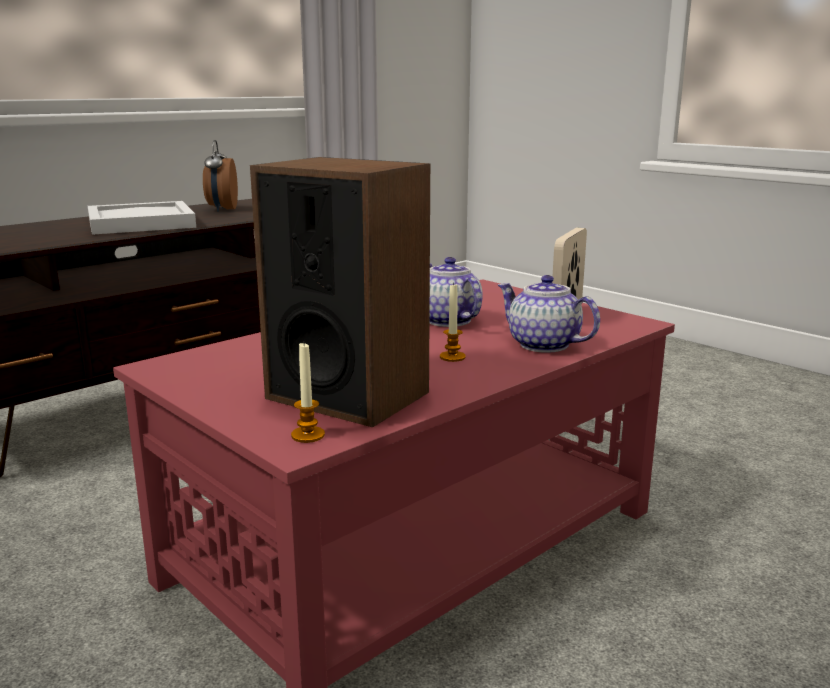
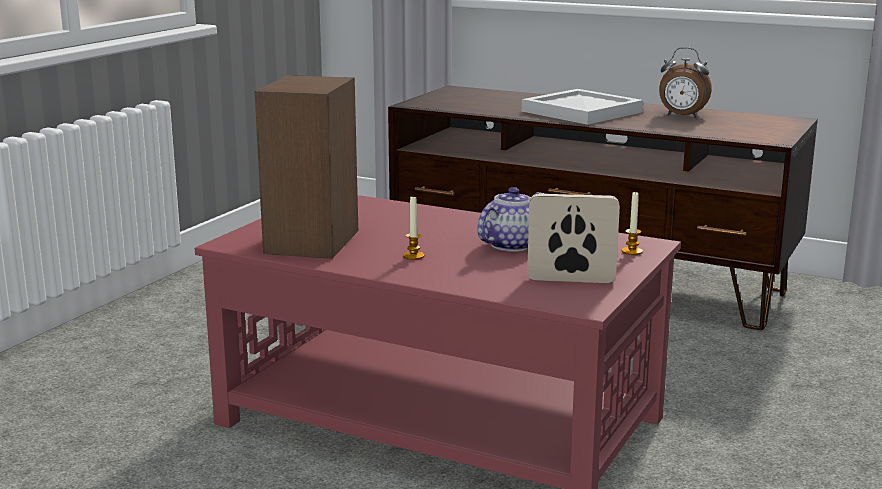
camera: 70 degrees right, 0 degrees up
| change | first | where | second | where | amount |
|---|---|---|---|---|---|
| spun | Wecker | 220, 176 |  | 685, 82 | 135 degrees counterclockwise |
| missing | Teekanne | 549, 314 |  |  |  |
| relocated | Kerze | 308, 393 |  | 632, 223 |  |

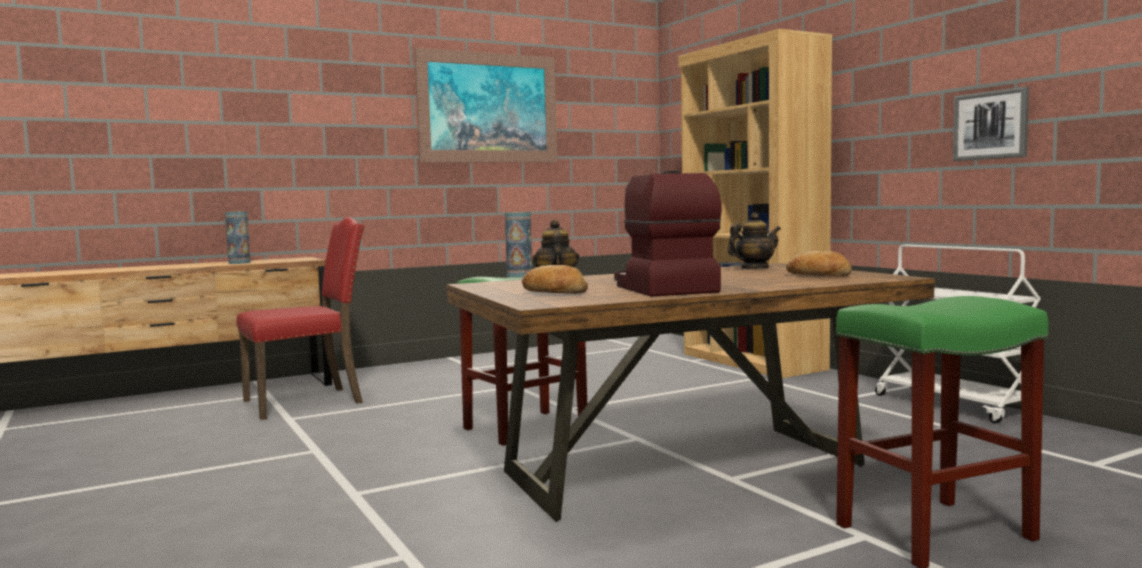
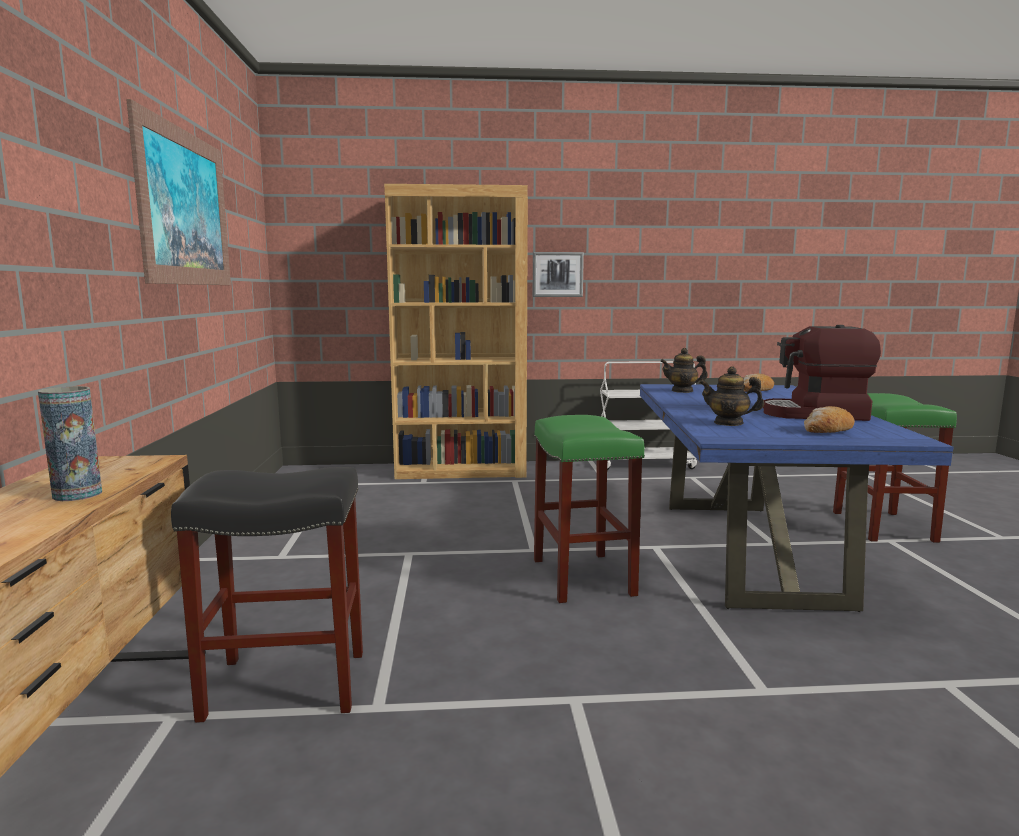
camera: 65 degrees left, 5 degrees up
| change | first | where | second | where | amount |
|---|---|---|---|---|---|
| relocated | Bild | 991, 124 |  | 558, 274 |  |
| missing | Vase | 518, 245 |  |  |  |
| spun | Teekanne | 754, 241 |  | 684, 370 | 90 degrees counterclockwise |
| exchanged | Stuhl/rot | 300, 318 | Hocker/schwarz | 267, 595 |  |
| colour | Esstisch/braun | 690, 392 | Esstisch/blau | 797, 498 |  |

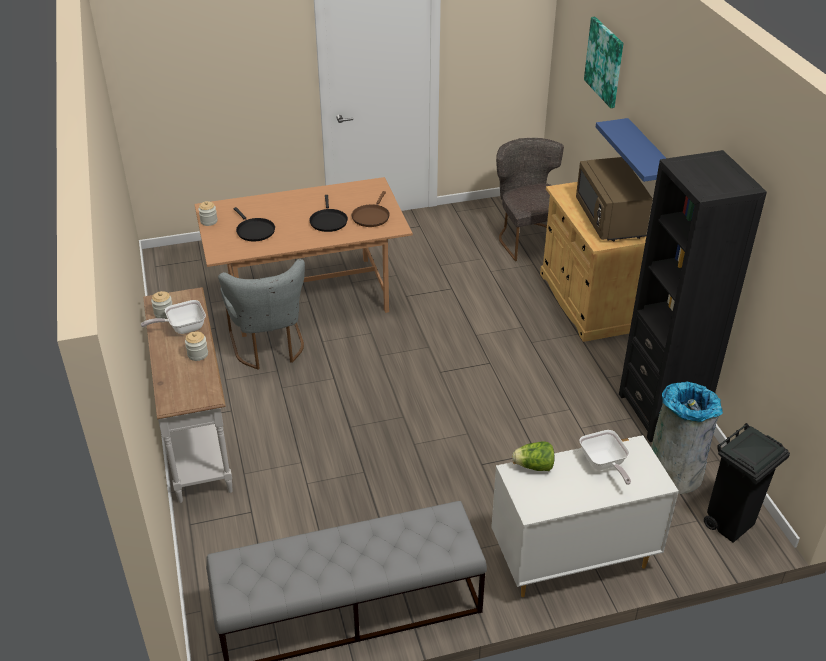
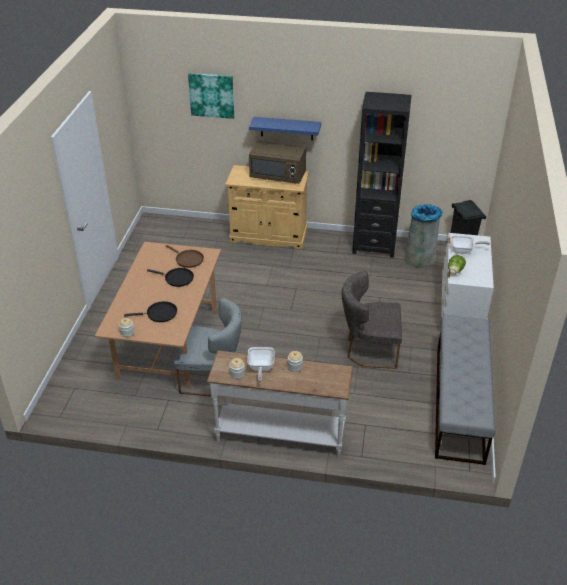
camera: 65 degrees left, 0 degrees up
| change | first | where | second | where | amount |
|---|---|---|---|---|---|
| relocated | Stuhl/grau | 530, 199 |  | 371, 320 |  |

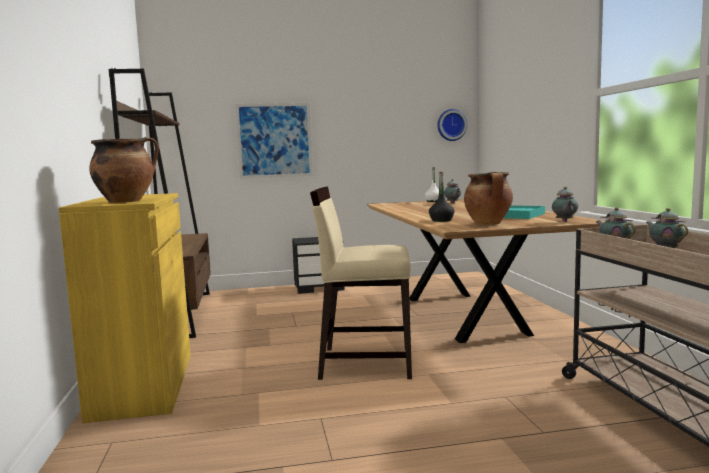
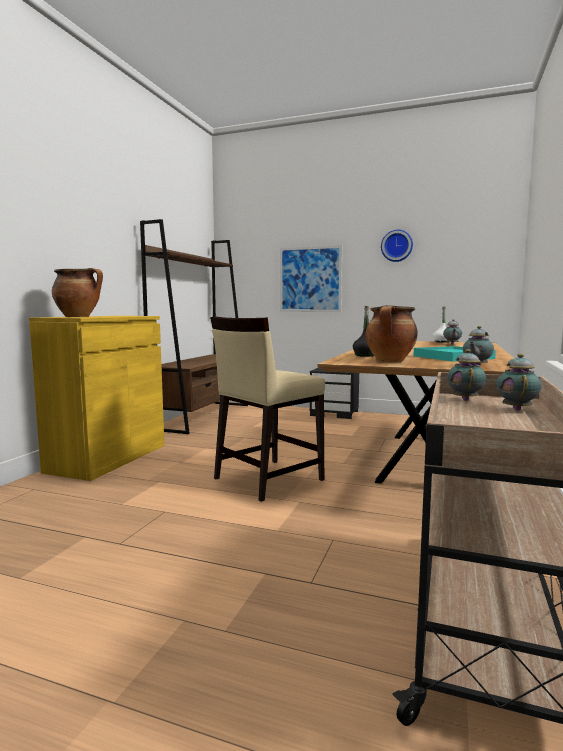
camera: 30 degrees right, 0 degrees up
| change | first | where | second | where | amount |
|---|---|---|---|---|---|
| relocated | Wanduhr | 452, 125 |  | 397, 246 |  |
| spun | Stuhl/beige | 361, 283 |  | 267, 409 | 75 degrees counterclockwise |

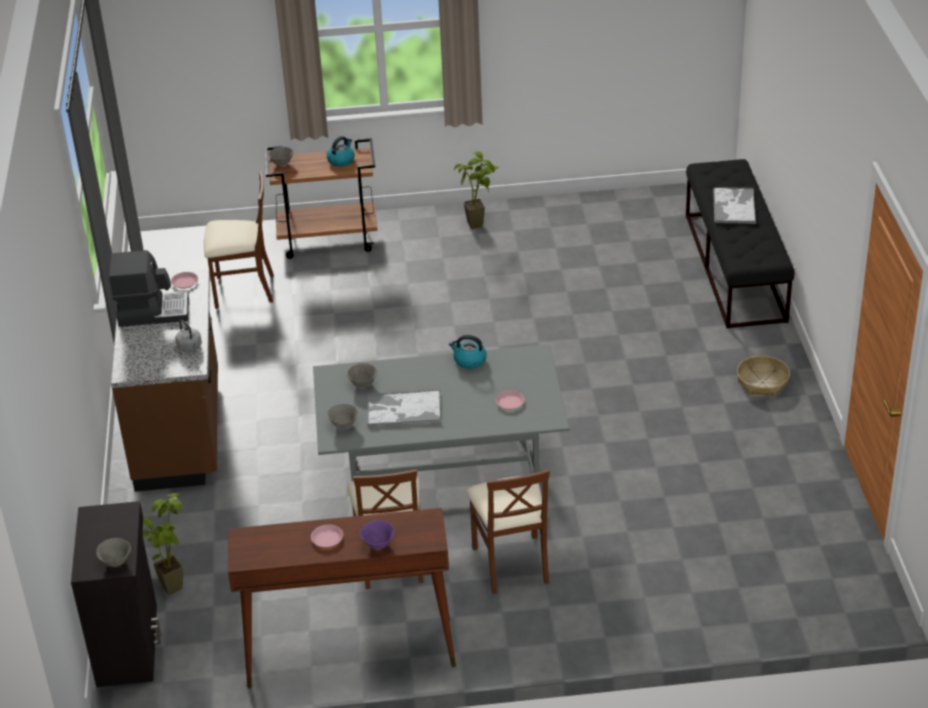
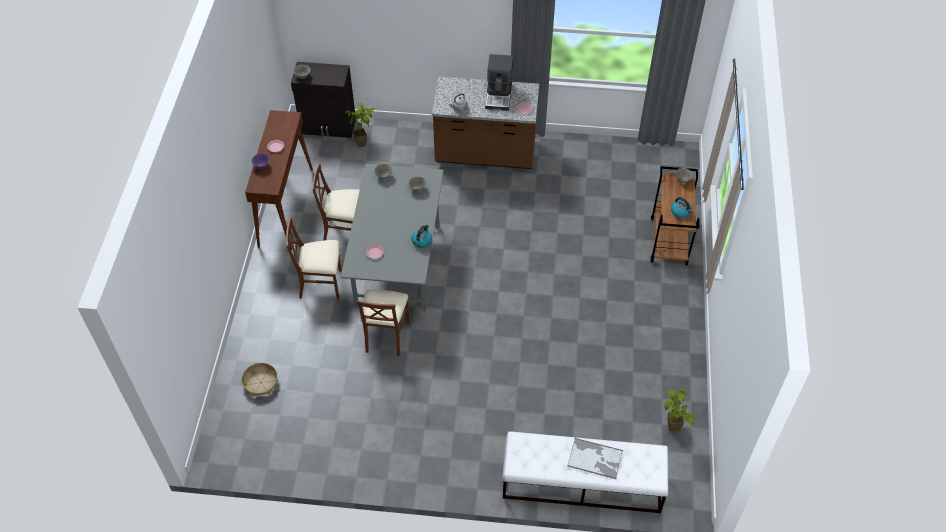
camera: 100 degrees right, 15 degrees up
| change | first | where | second | where | amount |
|---|---|---|---|---|---|
| relocated | Topfpflanze | 476, 190 |  | 680, 409 |  |
| colour | Bank/schwarz | 740, 243 | Bank/weiß | 585, 472 |  |
| relocated | Stuhl/braun | 239, 240 |  | 383, 322 |  |
| relocated | Korb | 763, 375 |  | 259, 379 |  |
| missing | Tablett | 404, 408 |  |  |  |

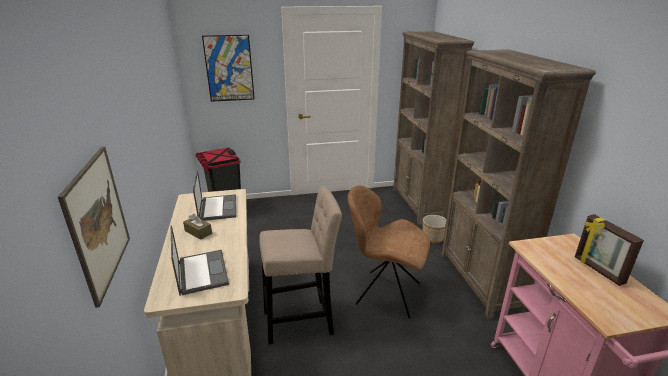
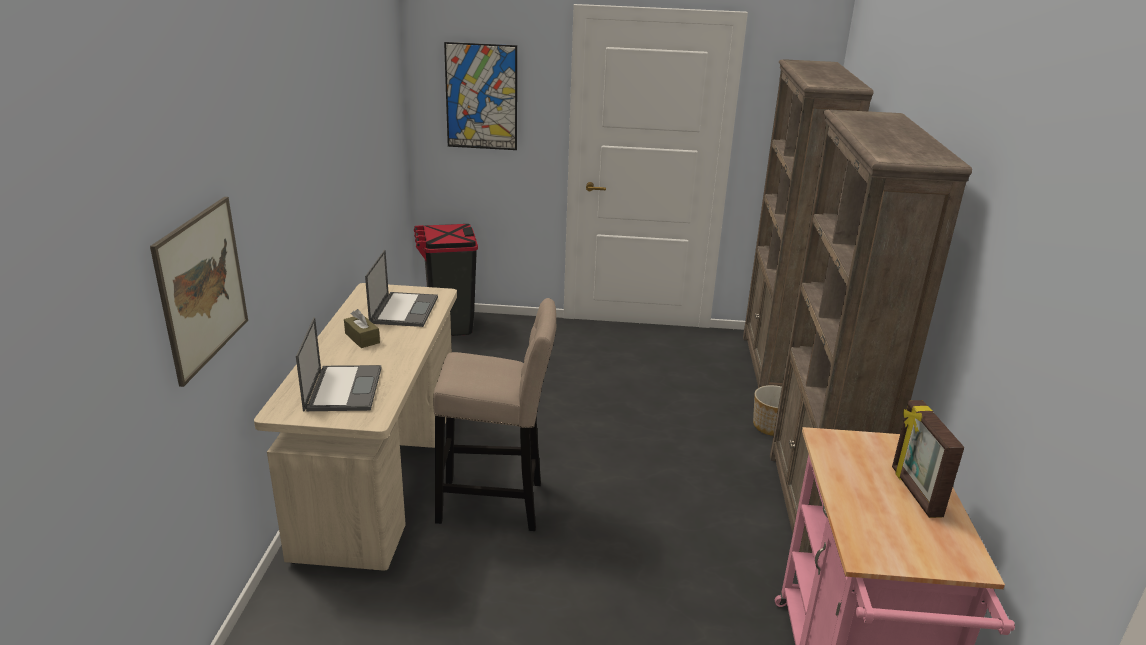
camera: 15 degrees right, 0 degrees up
| change | first | where | second | where | amount |
|---|---|---|---|---|---|
| missing | Stuhl/braun | 389, 251 |  |  |  |

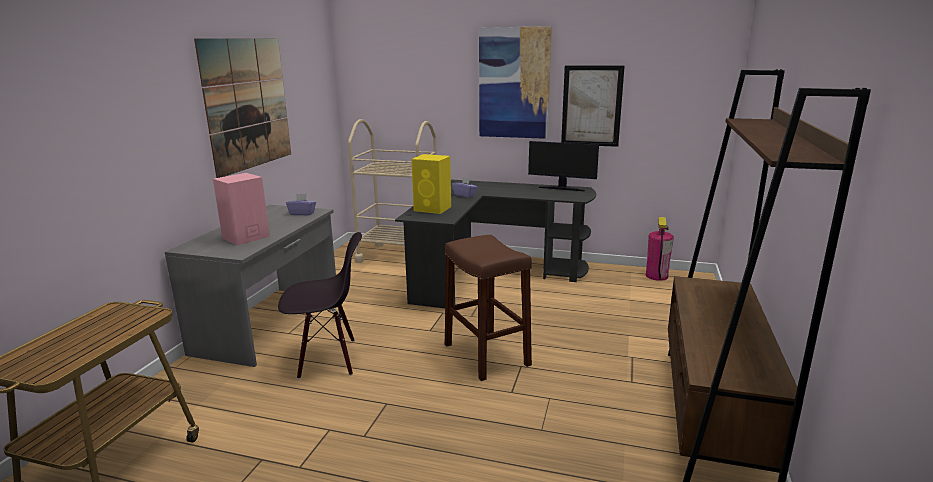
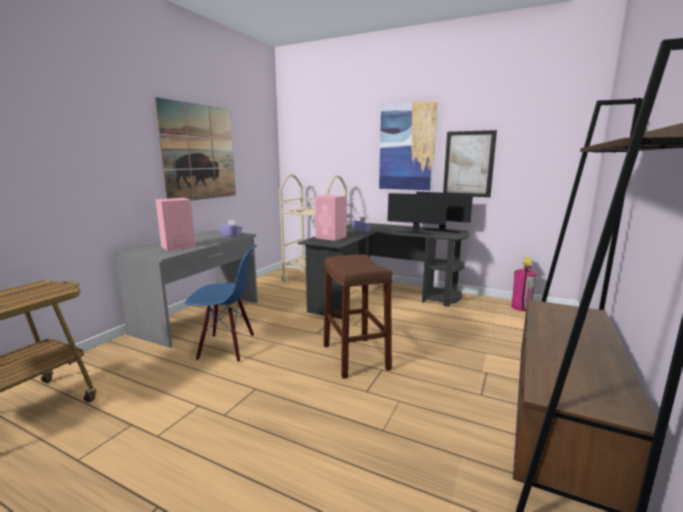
camera: 10 degrees right, 5 degrees down
| change | first | where | second | where | amount |
|---|---|---|---|---|---|
| colour | Lautsprecher/gelb | 431, 184 | Lautsprecher/rosa | 331, 218 |  |
| colour | Stuhl/schwarz | 320, 305 | Stuhl/blau | 221, 303 |  |
| appeared |  |  | Monitor | 417, 214 |  |

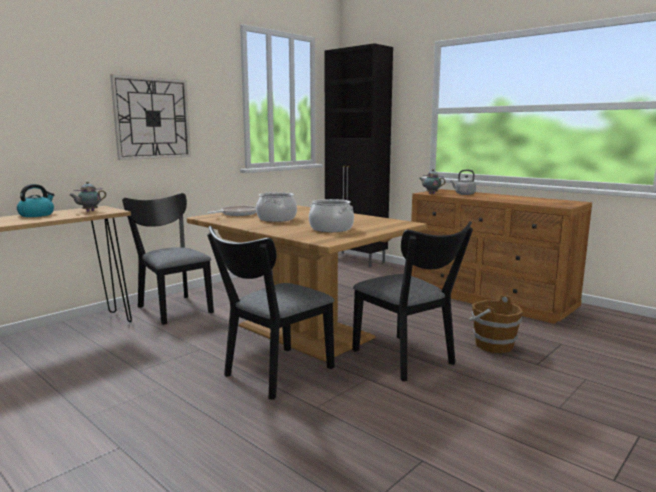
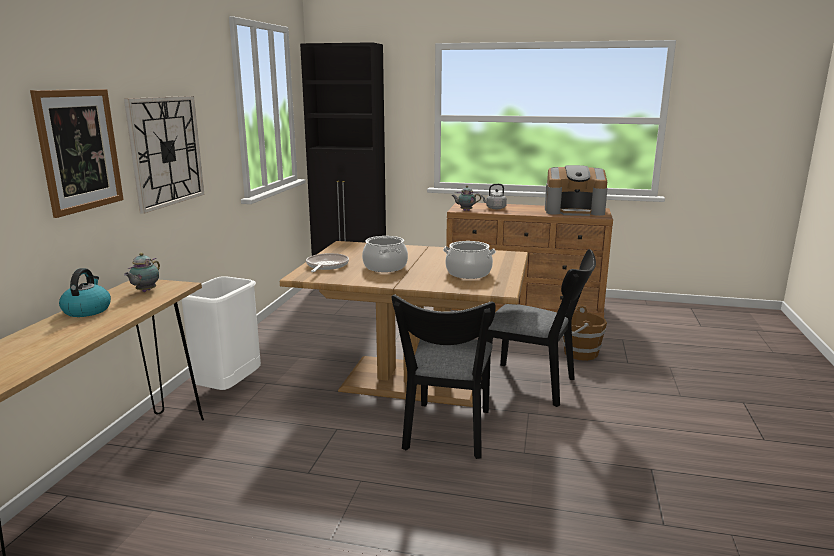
camera: 30 degrees left, 5 degrees up
| change | first | where | second | where | amount |
|---|---|---|---|---|---|
| exchanged | Stuhl/schwarz | 168, 259 | Mülleimer/weiß | 221, 333 |  |
| appeared |  |  | Bild | 77, 153 |  |
| appeared |  |  | Kaffeemaschine | 576, 190 |  |

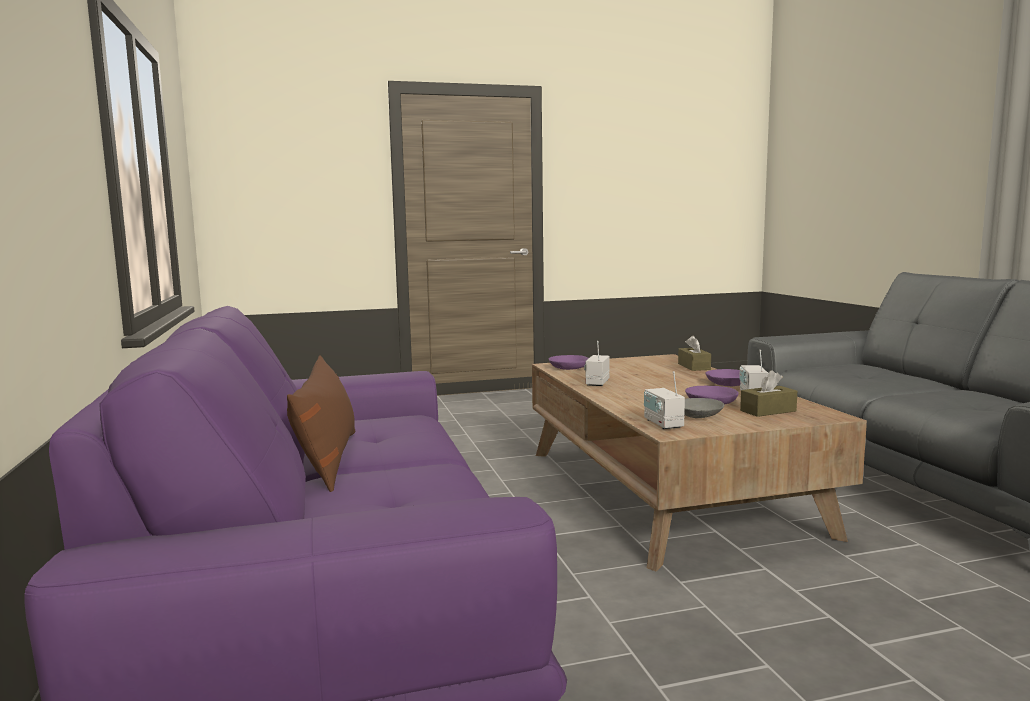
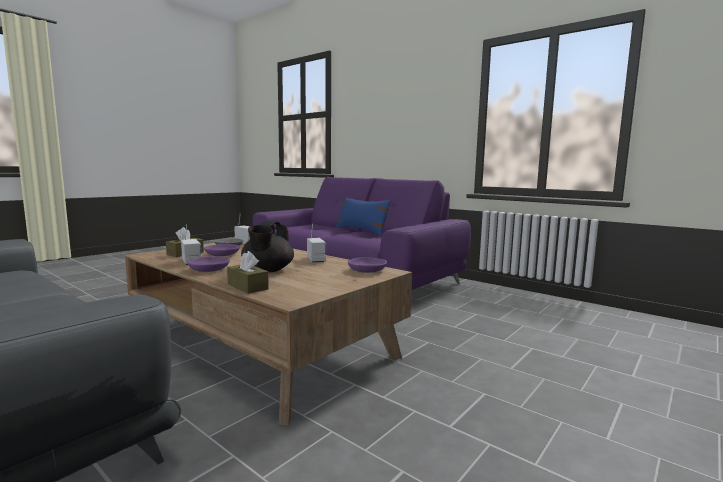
camera: 145 degrees right, 0 degrees up
| change | first | where | second | where | amount |
|---|---|---|---|---|---|
| colour | Kissen/braun | 321, 424 | Kissen/blau | 363, 216 |  |
| appeared |  |  | Teekanne/schwarz | 267, 246 |  |

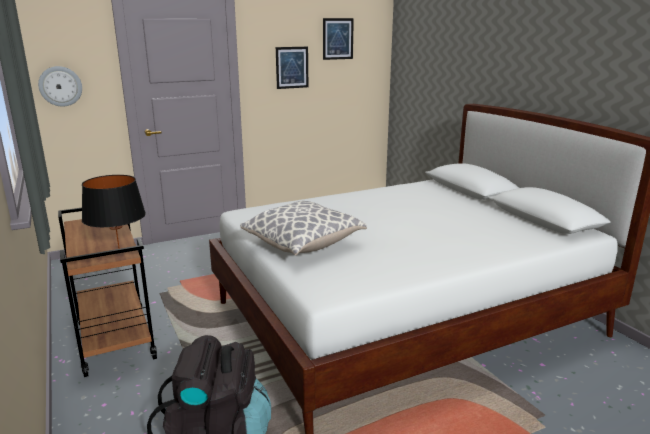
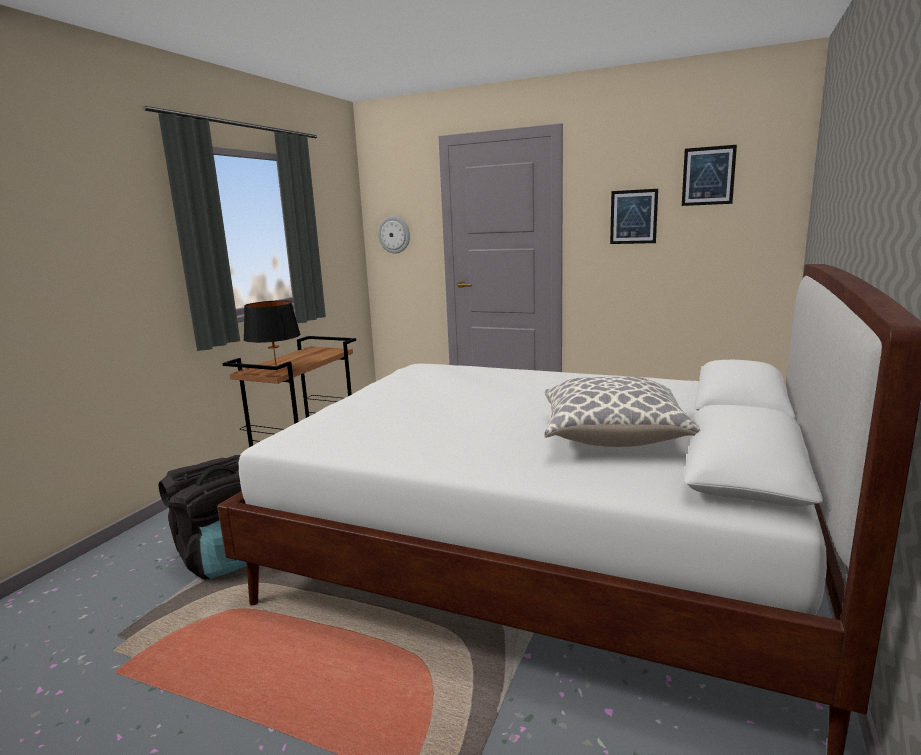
camera: 50 degrees right, 5 degrees down
| change | first | where | second | where | amount |
|---|---|---|---|---|---|
| relocated | Kissen | 303, 228 |  | 622, 412 |  |

